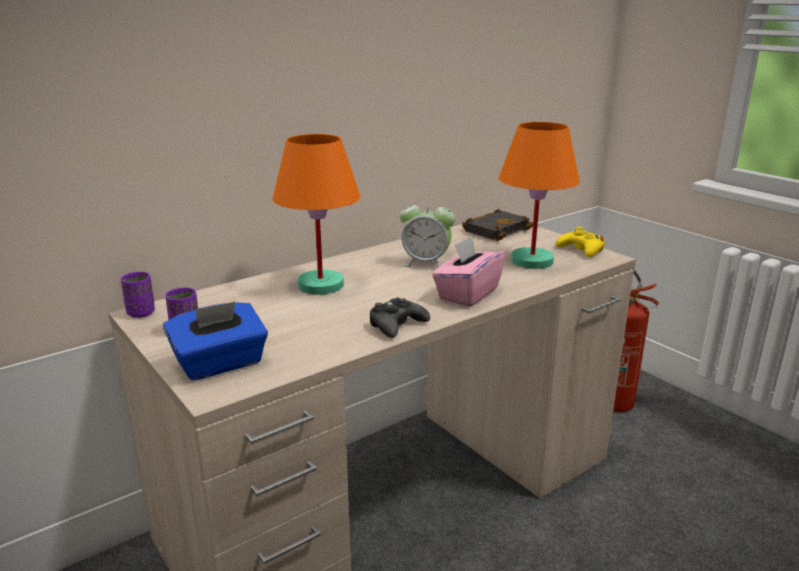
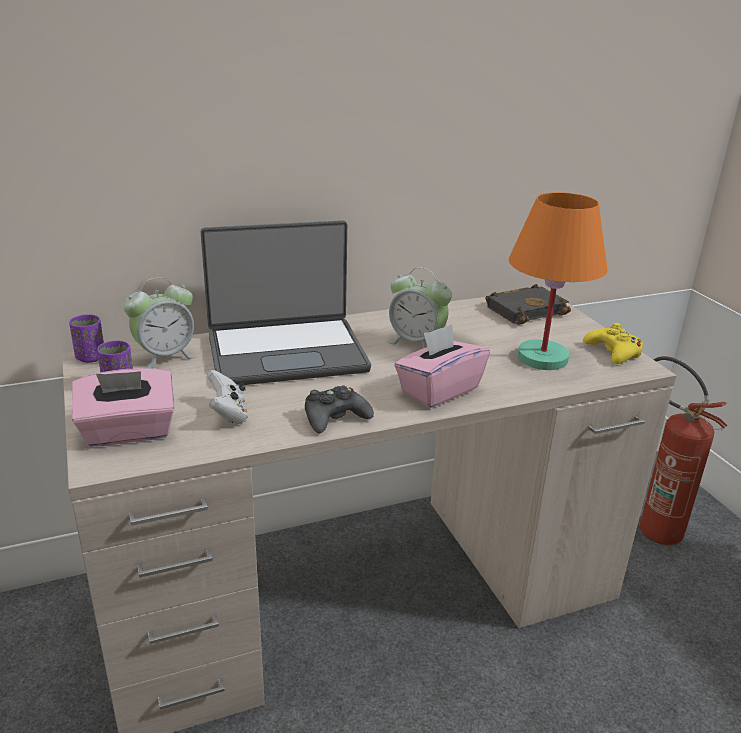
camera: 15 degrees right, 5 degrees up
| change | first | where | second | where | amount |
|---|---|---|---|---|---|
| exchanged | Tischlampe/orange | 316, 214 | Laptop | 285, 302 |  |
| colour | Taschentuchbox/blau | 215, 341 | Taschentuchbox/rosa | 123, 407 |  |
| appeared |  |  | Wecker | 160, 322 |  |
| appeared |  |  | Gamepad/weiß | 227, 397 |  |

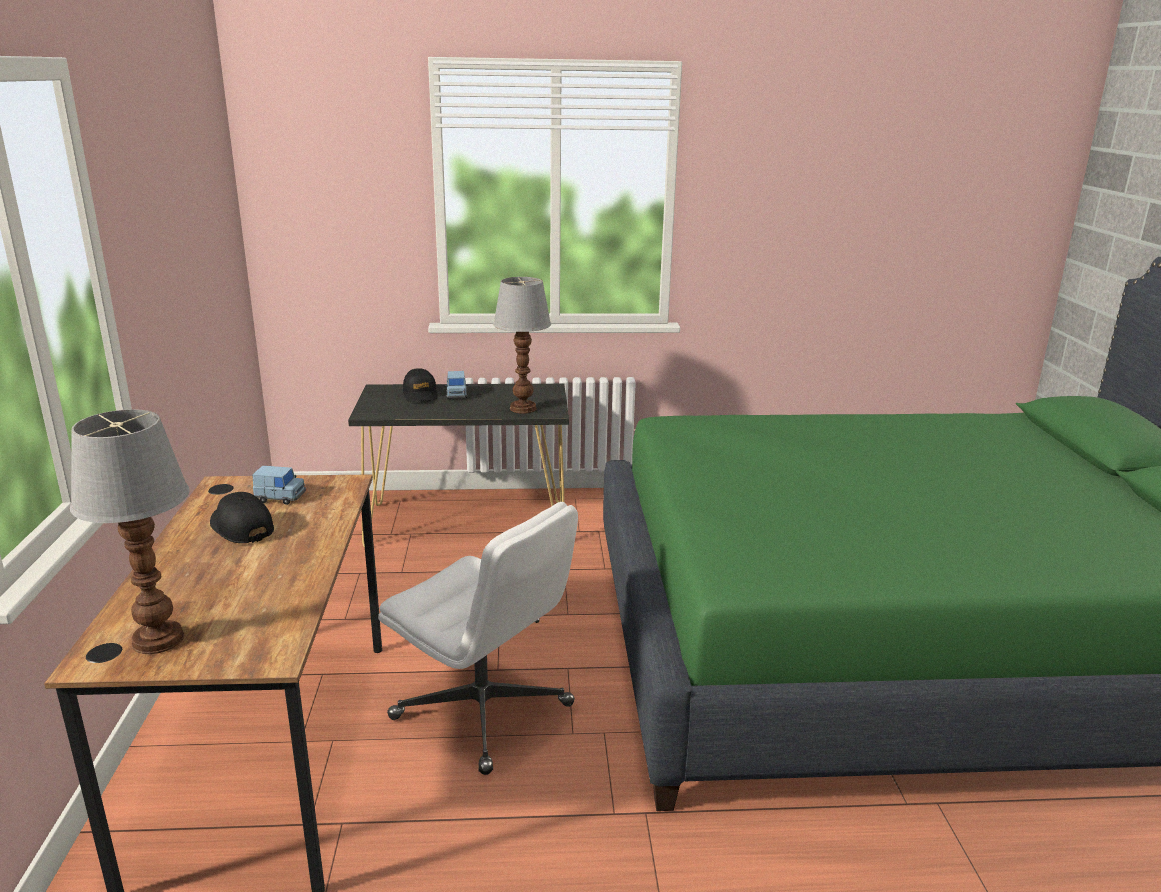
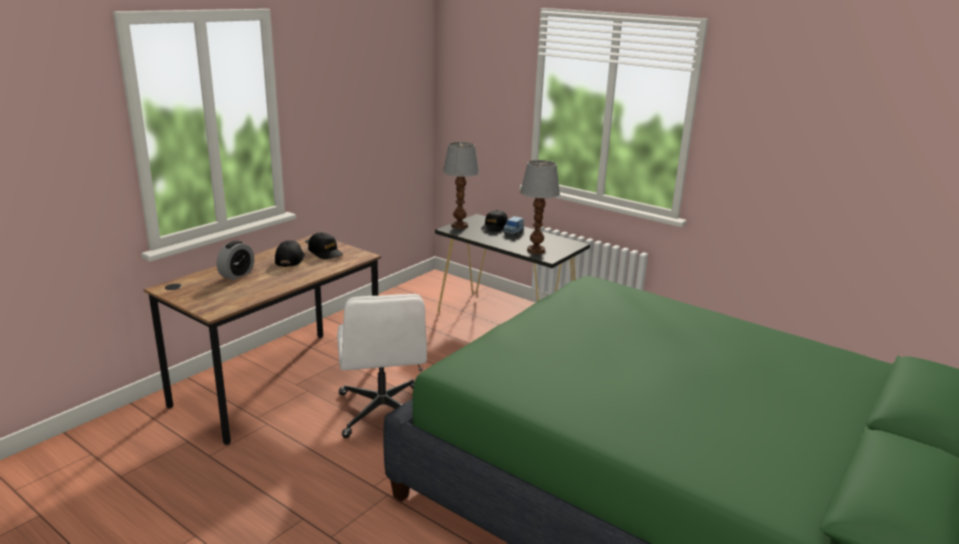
camera: 40 degrees right, 0 degrees up
| change | first | where | second | where | amount |
|---|---|---|---|---|---|
| relocated | Tischlampe | 130, 531 |  | 461, 185 |  |
| exchanged | Spielzeugauto/blau | 279, 485 | Kappe/schwarz | 325, 245 |  |
| appeared |  |  | Wecker | 235, 260 |  |

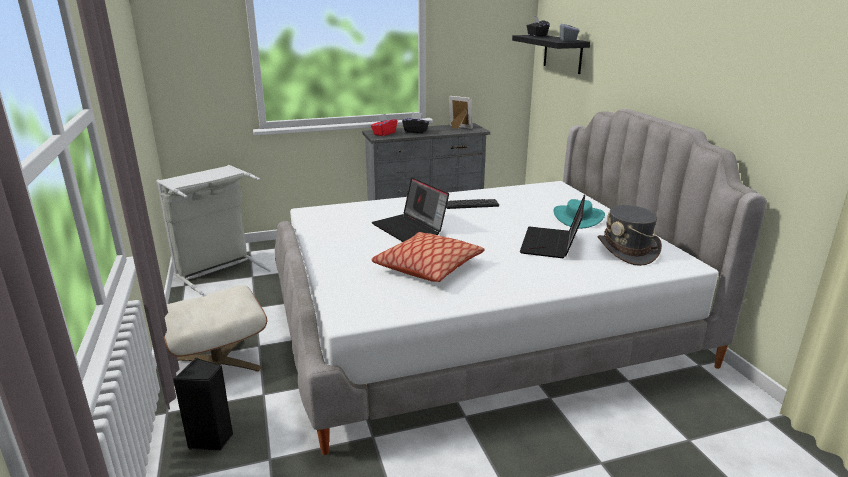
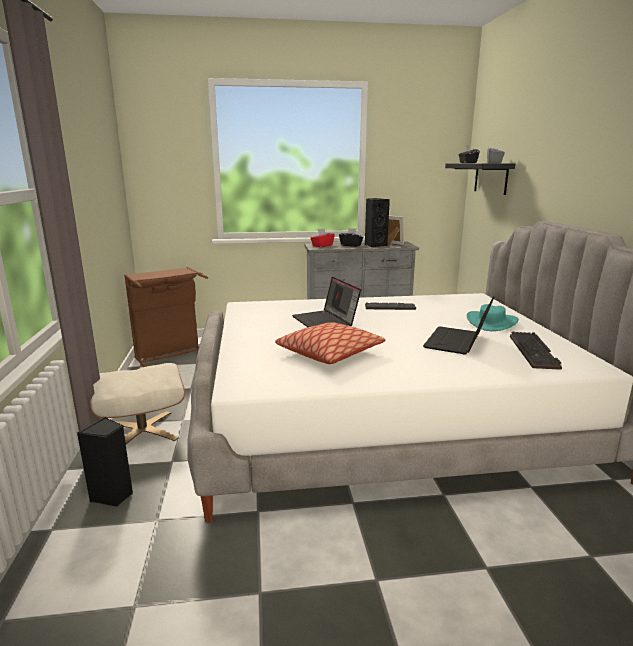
camera: 10 degrees right, 5 degrees down
| change | first | where | second | where | amount |
|---|---|---|---|---|---|
| colour | Wäschekorb/grau | 213, 230 | Wäschekorb/braun | 166, 317 |  |
| exchanged | Hut/grau | 629, 235 | Tastatur | 536, 351 |  |
| appeared |  |  | Lautsprecher/schwarz | 377, 222 |  |

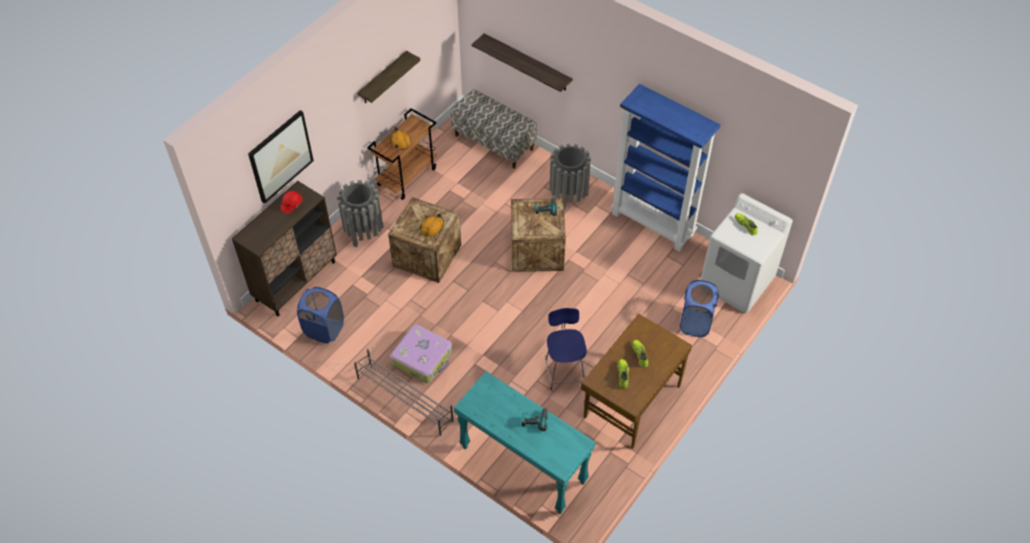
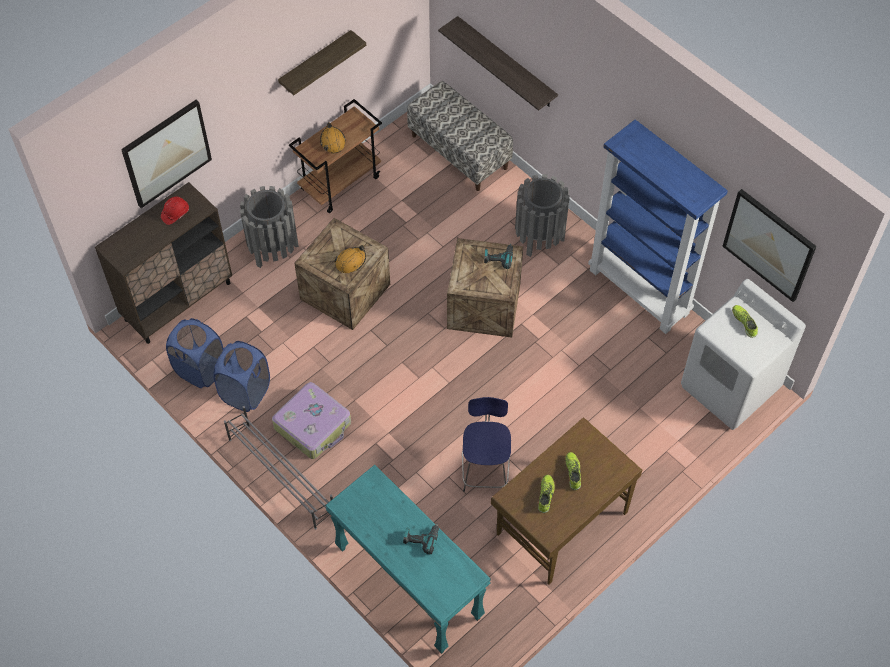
camera: 10 degrees right, 5 degrees up
| change | first | where | second | where | amount |
|---|---|---|---|---|---|
| relocated | Wäschekorb/blau | 699, 308 |  | 241, 376 |  |
| appeared |  |  | Bild | 769, 245 |  |

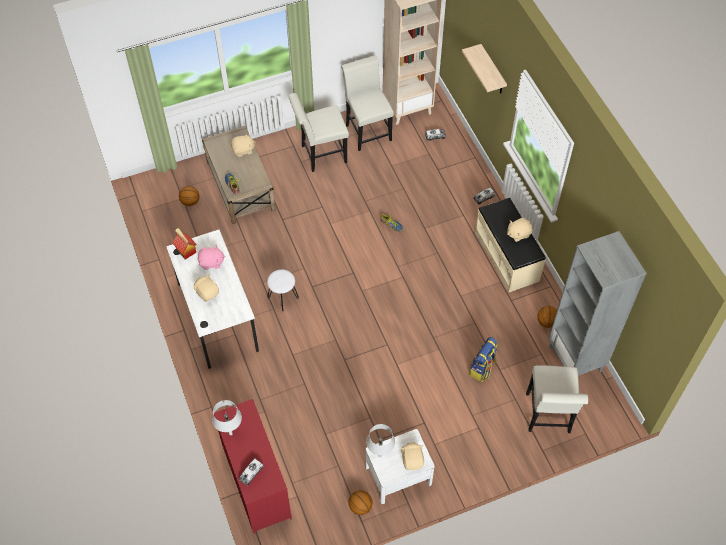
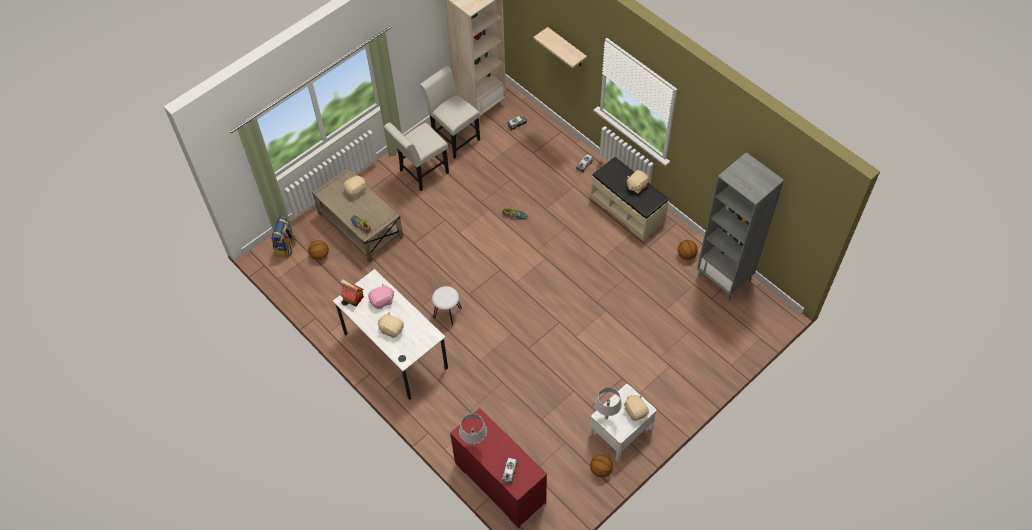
camera: 20 degrees left, 0 degrees up
| change | first | where | second | where | amount |
|---|---|---|---|---|---|
| relocated | Rucksack | 483, 359 |  | 284, 237 |  |
| missing | Stuhl/weiß | 557, 399 |  |  |  |

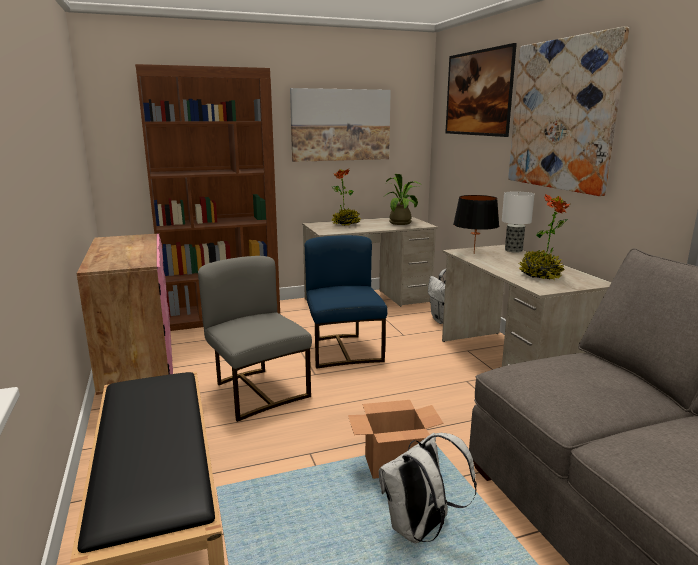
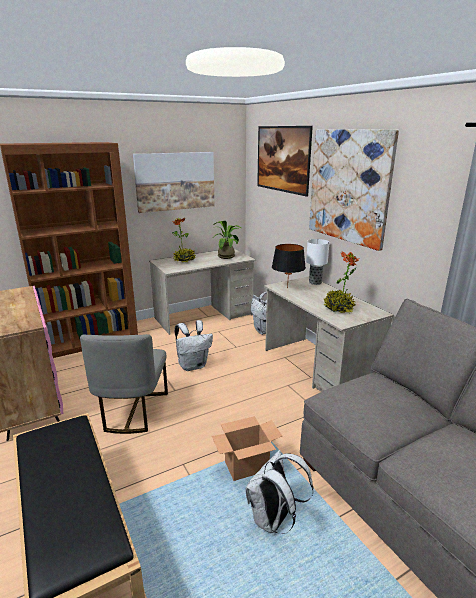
camera: 10 degrees left, 5 degrees up
| change | first | where | second | where | amount |
|---|---|---|---|---|---|
| exchanged | Stuhl/blau | 346, 302 | Rucksack/weiß | 194, 345 |  |
| spun | Stuhl/grau | 255, 339 |  | 124, 384 | 135 degrees counterclockwise |

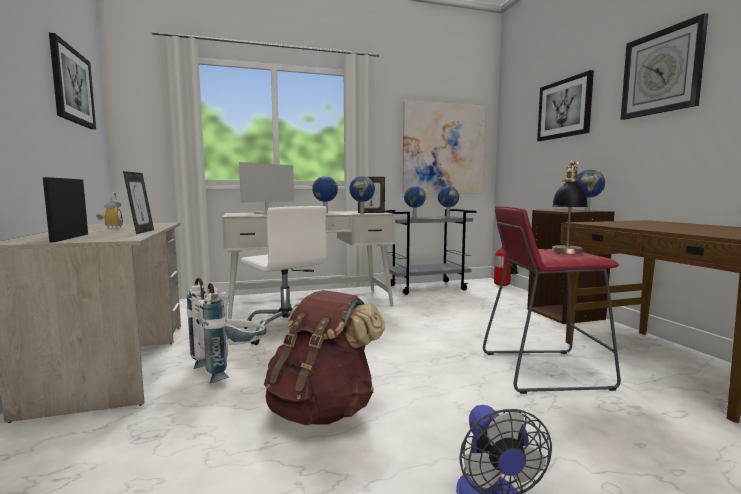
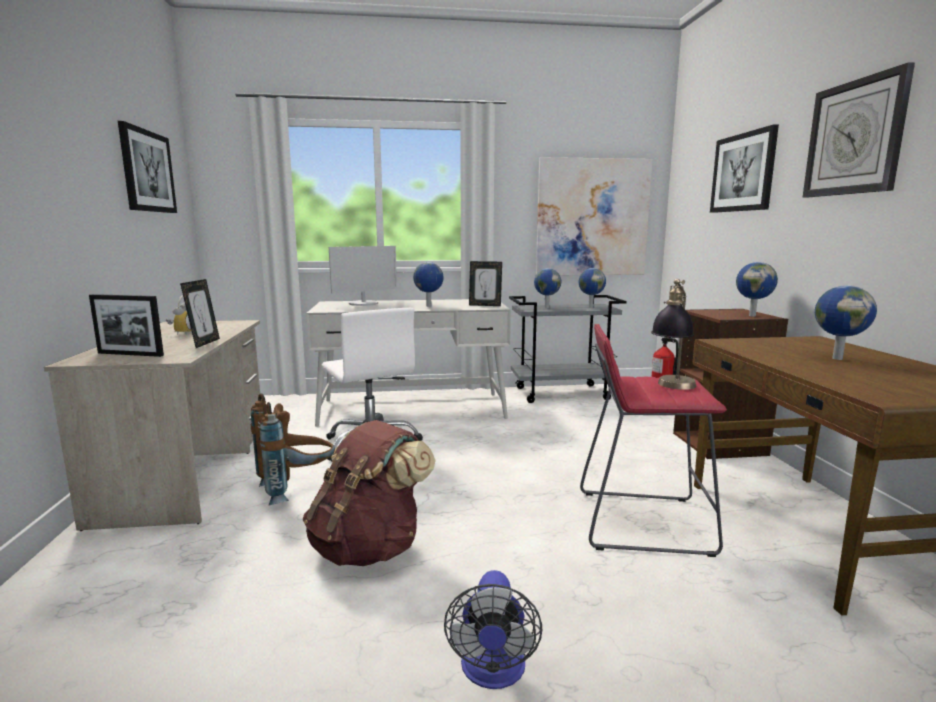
camera: 10 degrees right, 5 degrees up
| change | first | where | second | where | amount |
|---|---|---|---|---|---|
| relocated | Globus | 362, 195 |  | 846, 322 |  |
| spun | Bilderrahmen | 65, 209 |  | 126, 325 | 75 degrees counterclockwise |
| colour | Rucksack/weiß | 227, 331 | Rucksack/braun | 293, 449 |  |

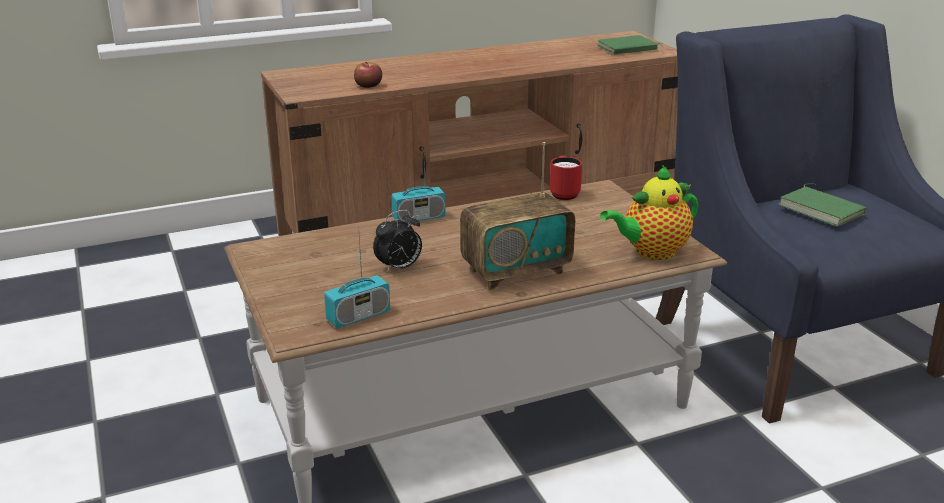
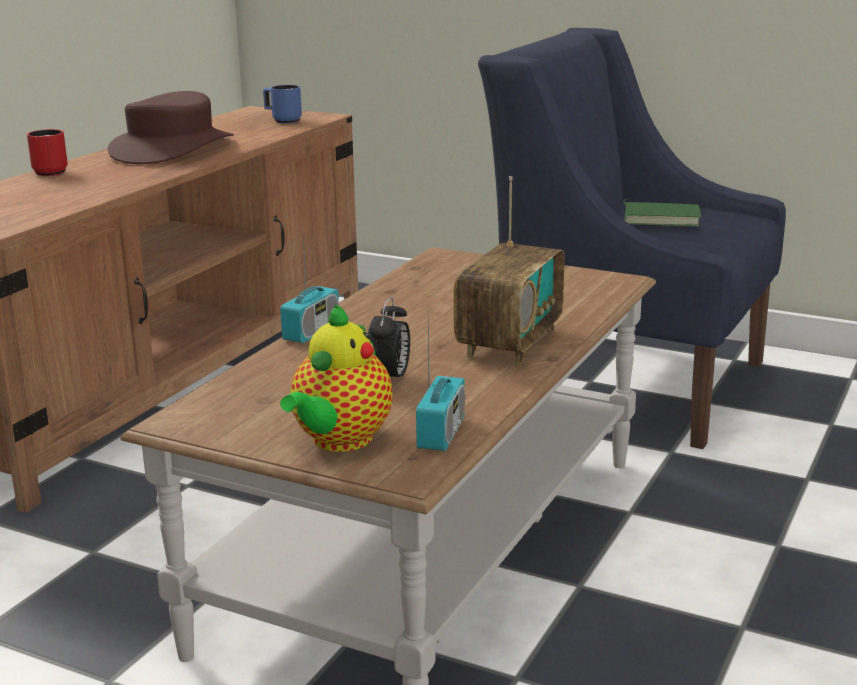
camera: 40 degrees left, 5 degrees down
| change | first | where | second | where | amount |
|---|---|---|---|---|---|
| exchanged | Buch/grün | 631, 44 | Henkelbecher/blau | 282, 104 |  |
| missing | Apfel | 368, 75 |  |  |  |
| relocated | Henkelbecher/rot | 566, 177 |  | 47, 152 |  |
| relocated | Teekanne | 649, 212 |  | 336, 378 |  |
| appeared |  |  | Hut/braun | 171, 127 |  |

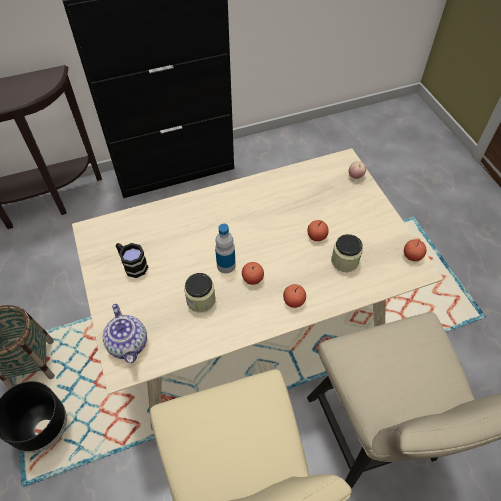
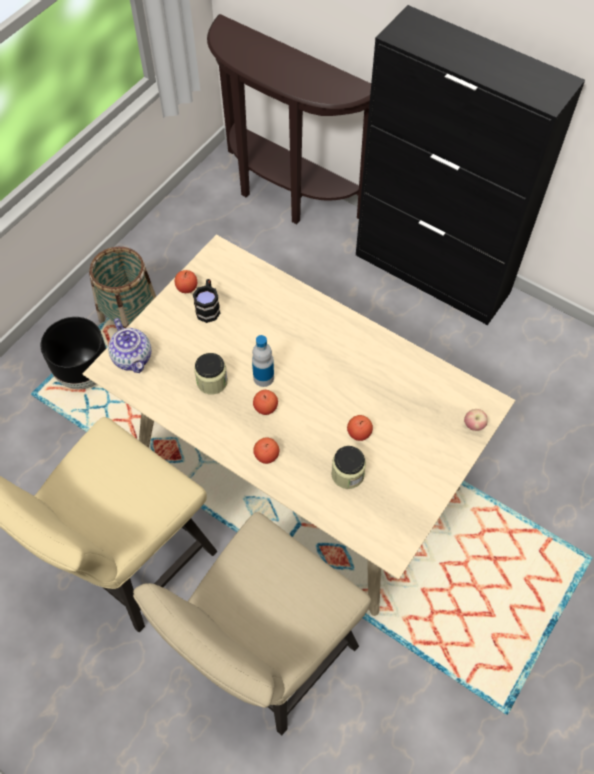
camera: 55 degrees right, 5 degrees up
| change | first | where | second | where | amount |
|---|---|---|---|---|---|
| relocated | Apfel | 415, 250 |  | 186, 281 |  |
| spun | Teekanne | 125, 333 |  | 129, 345 | 60 degrees counterclockwise |

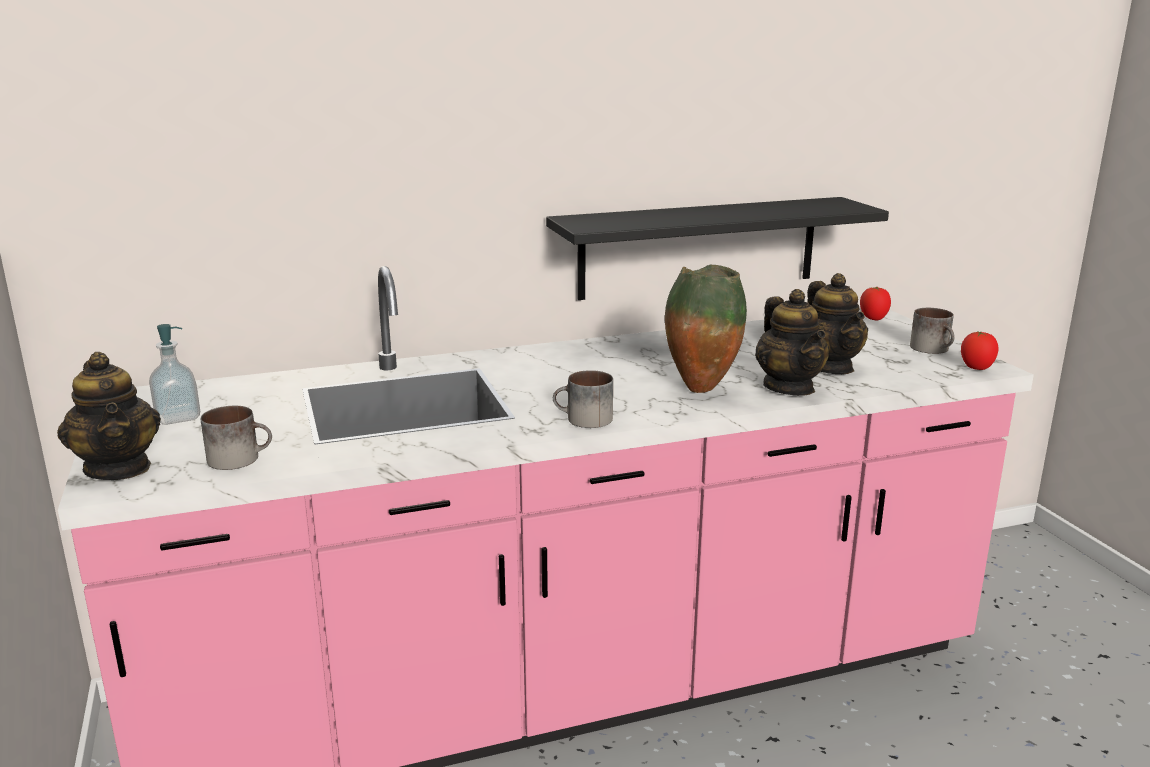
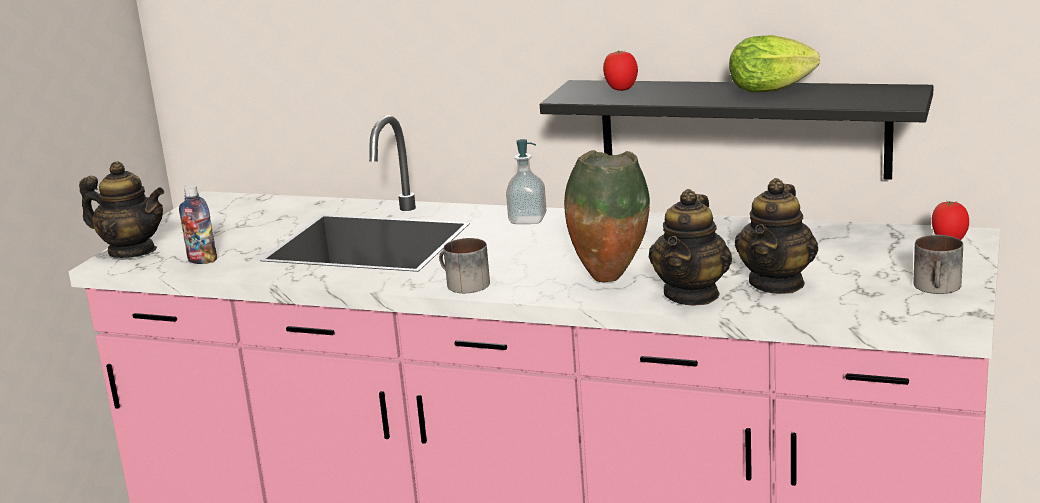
camera: 40 degrees right, 0 degrees up
| change | first | where | second | where | amount |
|---|---|---|---|---|---|
| relocated | Seifenspender | 174, 374 |  | 526, 181 |  |
| relocated | Tomate | 979, 350 |  | 620, 70 |  |
| spun | Teekanne | 109, 416 |  | 121, 209 | 75 degrees counterclockwise |
| exchanged | Henkelbecher | 236, 438 | Flasche | 198, 224 |  |
| appeared |  |  | Salatkopf | 774, 63 |  |

